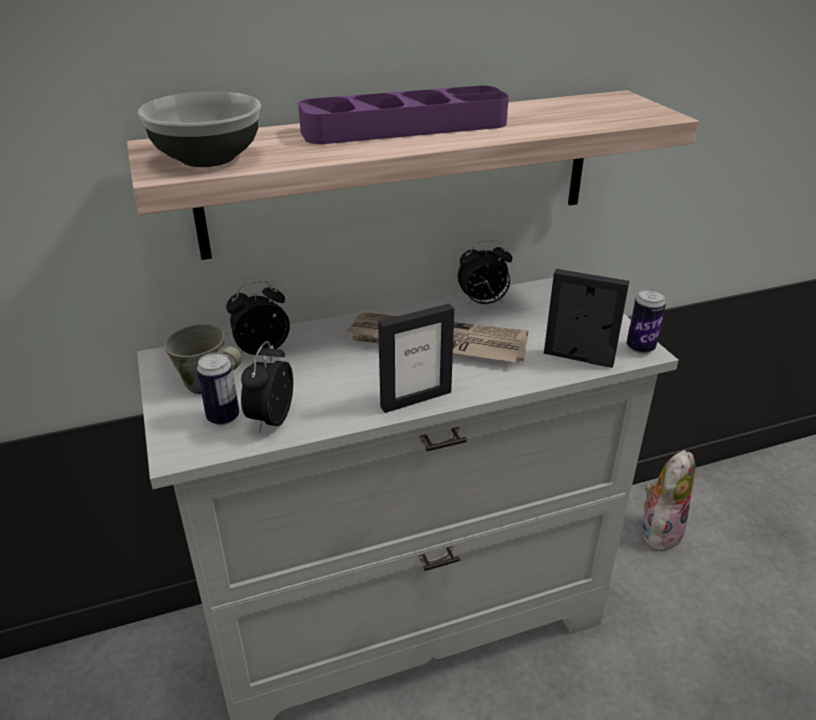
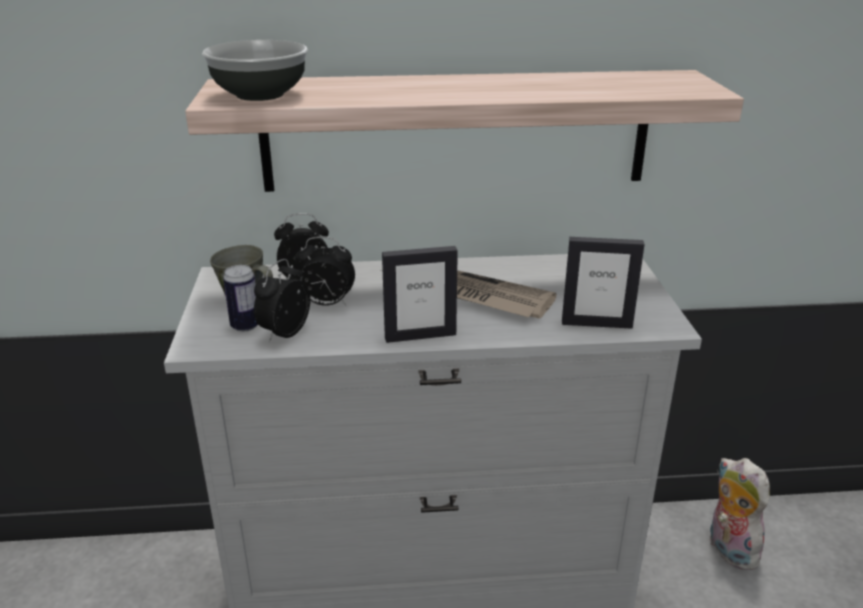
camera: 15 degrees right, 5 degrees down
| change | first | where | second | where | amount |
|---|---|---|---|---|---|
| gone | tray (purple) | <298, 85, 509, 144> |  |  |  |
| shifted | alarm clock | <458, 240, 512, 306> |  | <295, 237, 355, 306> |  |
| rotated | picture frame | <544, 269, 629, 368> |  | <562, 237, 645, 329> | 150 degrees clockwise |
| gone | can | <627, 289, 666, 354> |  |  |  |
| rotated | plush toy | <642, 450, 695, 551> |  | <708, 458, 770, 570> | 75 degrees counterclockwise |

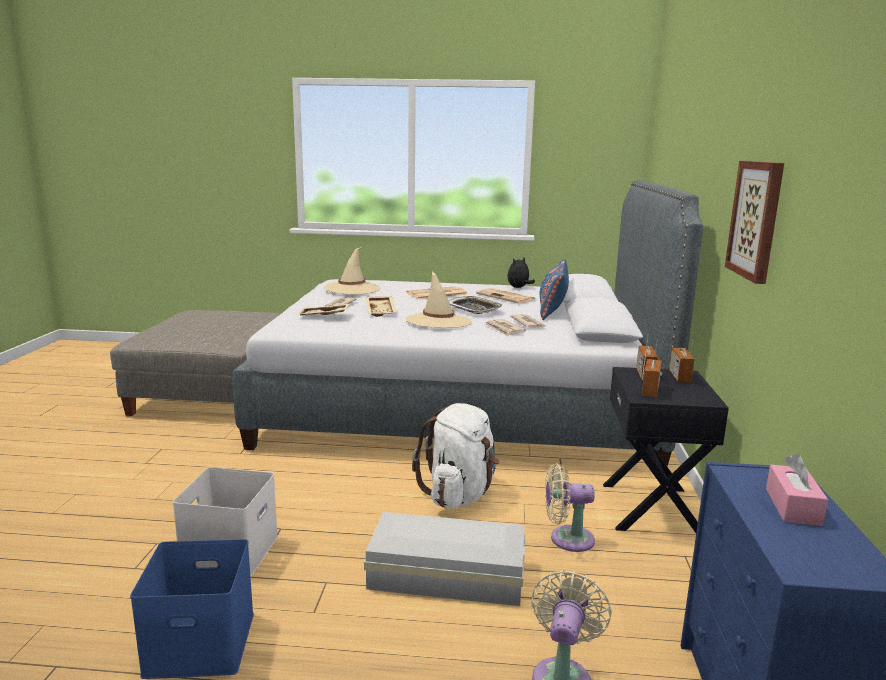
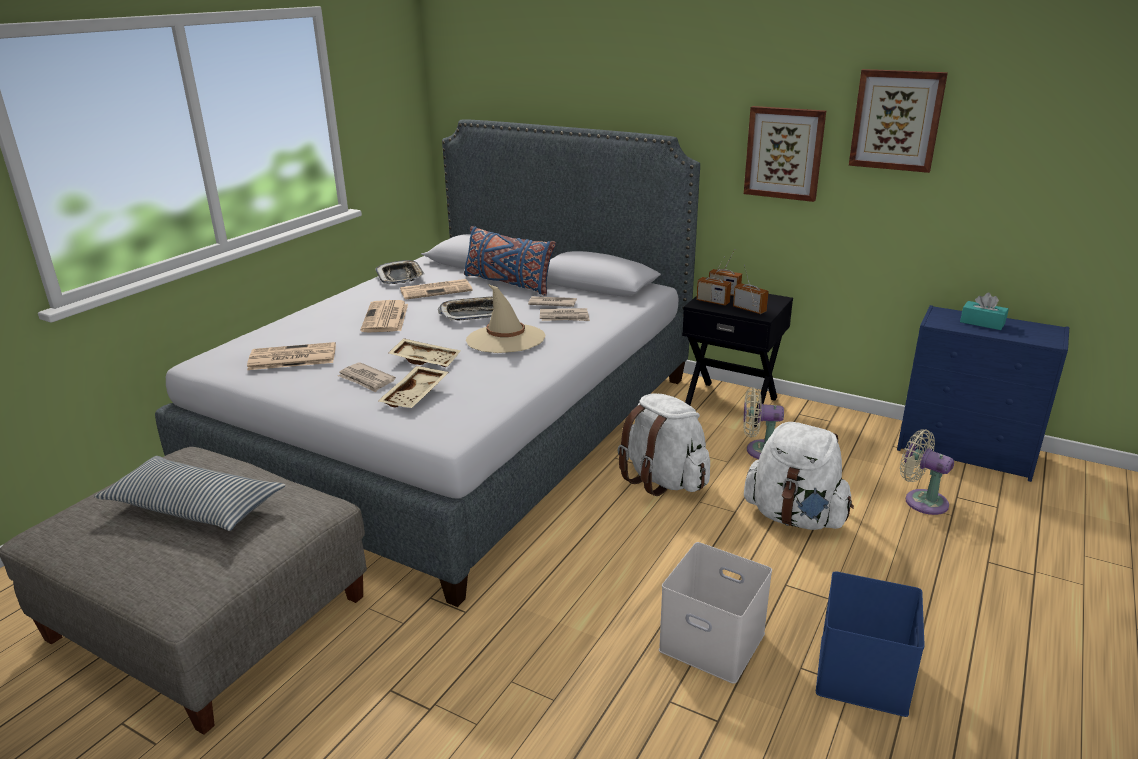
camera: 65 degrees left, 10 degrees up
| change | first | where | second | where | amount |
|---|---|---|---|---|---|
| swapped | hat (beige) | <324, 247, 380, 295> | newspaper | <247, 342, 336, 370> |  |
| swapped | storage box (white) | <364, 512, 525, 606> | backpack (white) | <744, 422, 854, 530> |  |
| swapped | plush toy | <507, 257, 535, 288> | tray | <376, 260, 424, 284> |  |
| rotated | fan (beige) | <545, 464, 595, 552> |  | <743, 388, 784, 459> | 75 degrees clockwise |
| repainted | tissue box (pink) | <766, 454, 828, 526> | tissue box (turquoise) | <960, 293, 1009, 330> |  |
| new |  |  | pillow | <94, 456, 286, 531> |  |
| new |  |  | picture | <849, 69, 948, 173> |  |

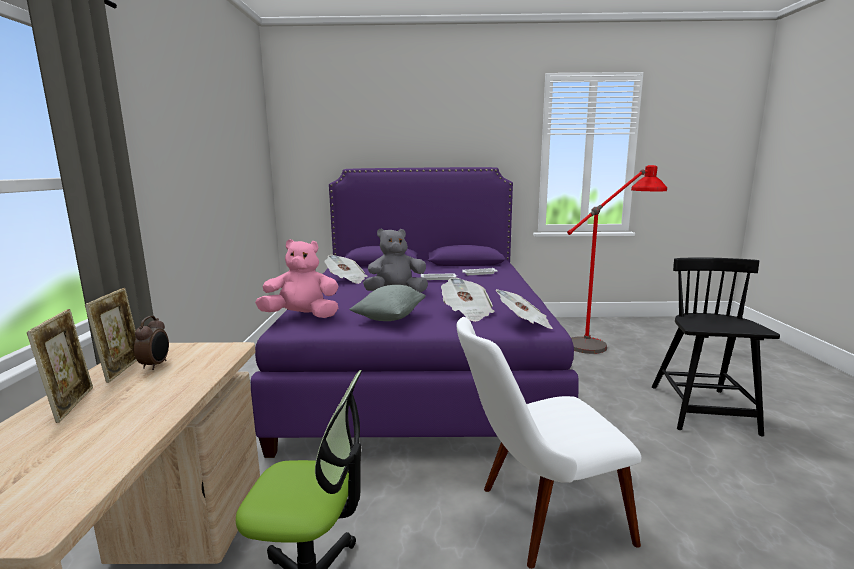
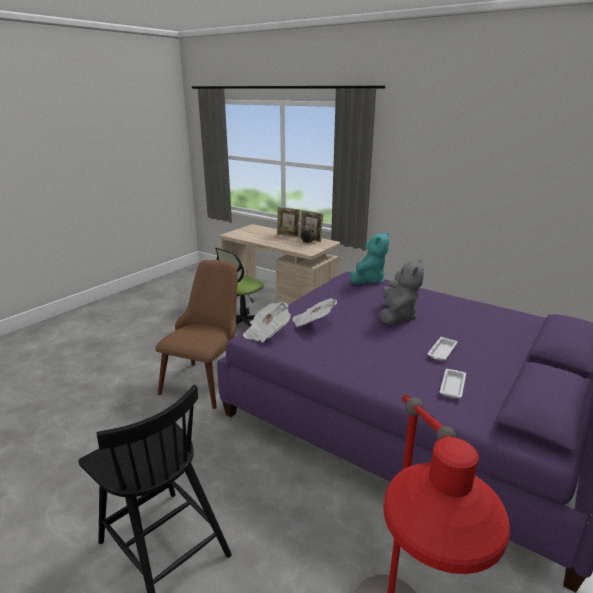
camera: 125 degrees right, 10 degrees up
| change | first | where | second | where | amount |
|---|---|---|---|---|---|
| repainted | plush toy (pink) | <255, 239, 338, 318> | plush toy (turquoise) | <350, 232, 389, 285> |  |
| gone | newspaper | <324, 255, 367, 284> |  |  |  |
| gone | pillow (grey) | <349, 285, 426, 321> |  |  |  |
| repainted | chair (white) | <457, 317, 641, 569> | chair (brown) | <155, 260, 238, 409> |  |

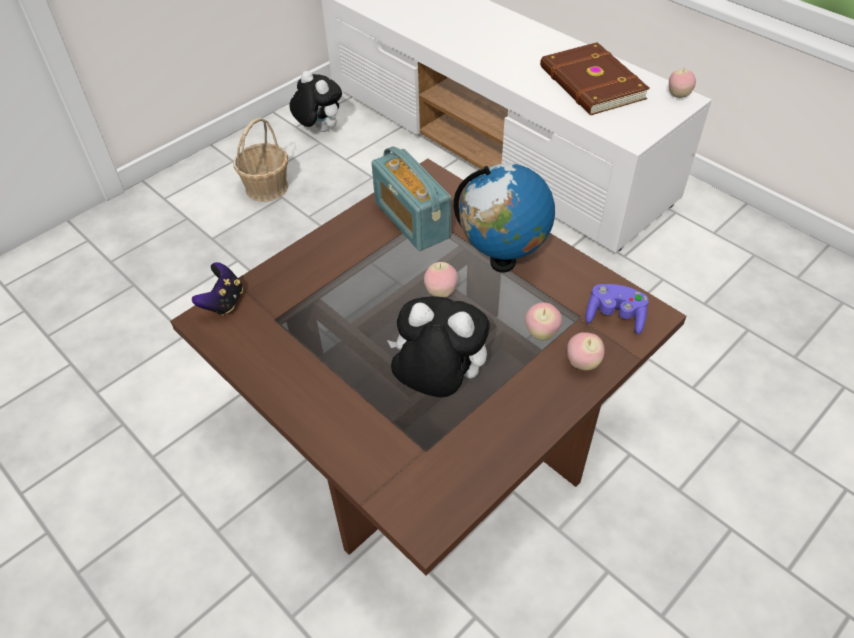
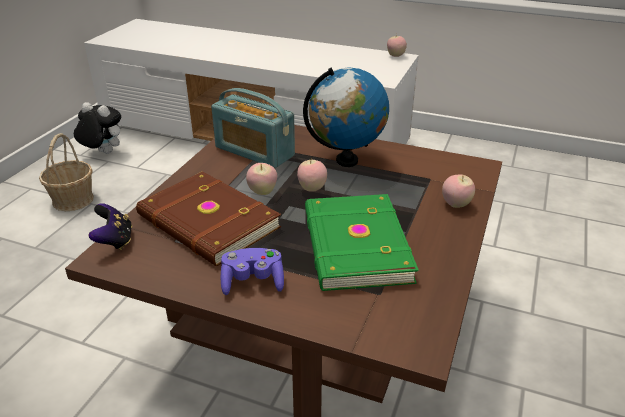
camera: 25 degrees left, 15 degrees down
| change | first | where | second | where | amount |
|---|---|---|---|---|---|
| swapped | plush toy | <387, 296, 490, 397> | book (green) | <305, 194, 419, 291> |  |
| shifted | apple | <525, 302, 562, 340> |  | <246, 163, 277, 195> |  |
| shifted | book (brown) | <540, 42, 650, 115> |  | <136, 171, 281, 266> |  |
| shifted | game controller (purple) | <586, 284, 649, 334> |  | <221, 248, 284, 295> |  |

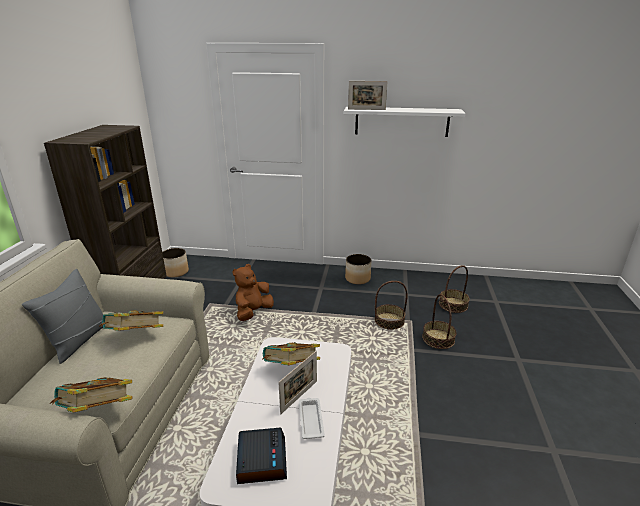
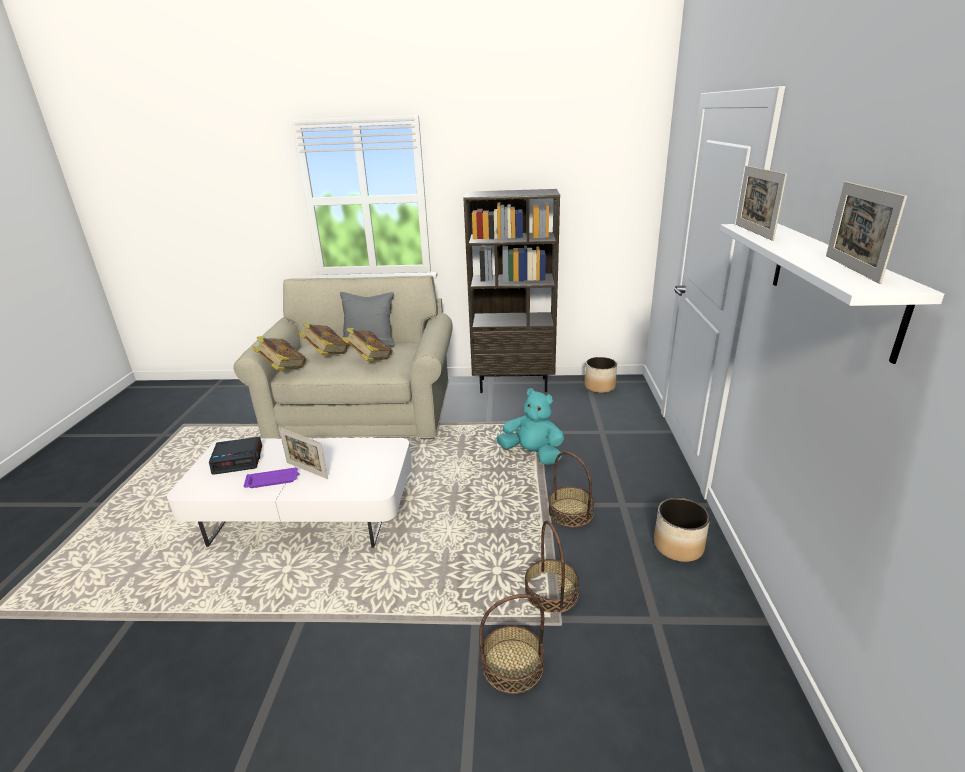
camera: 85 degrees right, 0 degrees up
| change | first | where | second | where | amount |
|---|---|---|---|---|---|
| repainted | plush toy (brown) | <233, 264, 274, 321> | plush toy (turquoise) | <496, 388, 564, 465> |  |
| shifted | book | <263, 342, 320, 365> |  | <299, 323, 349, 355> |  |
| repainted | tray (white) | <299, 398, 325, 439> | tray (purple) | <244, 467, 300, 488> |  |
| shifted | basket | <439, 265, 470, 313> |  | <548, 452, 594, 527> |  |
| new |  |  | picture frame | <826, 181, 907, 284> |  |

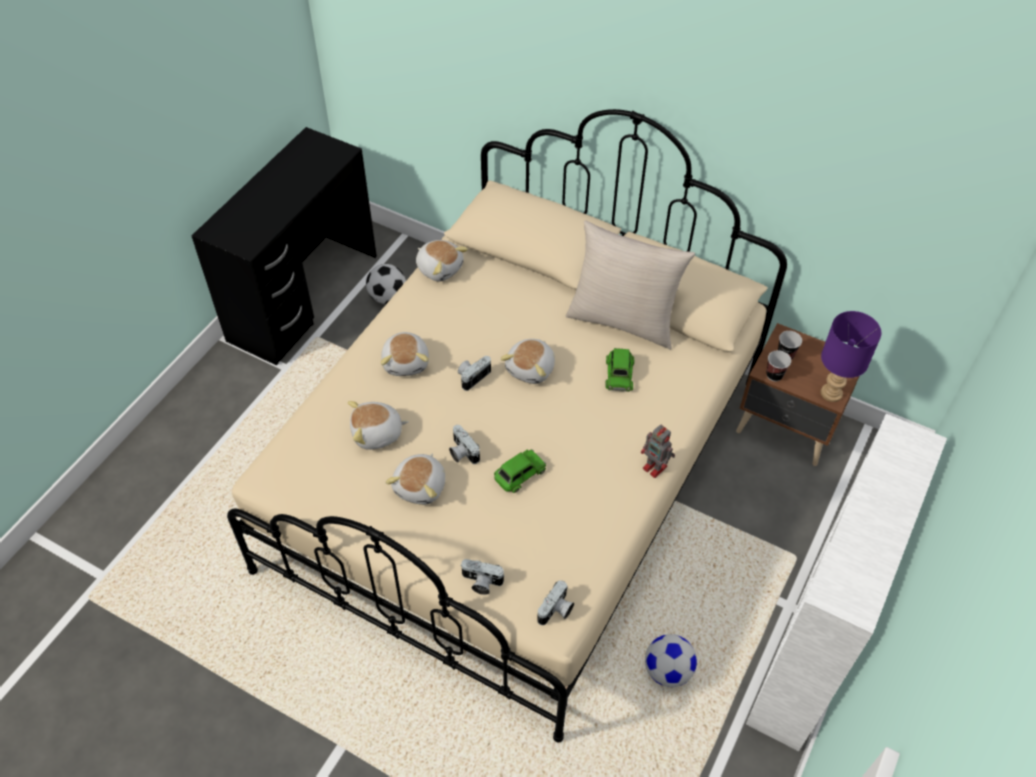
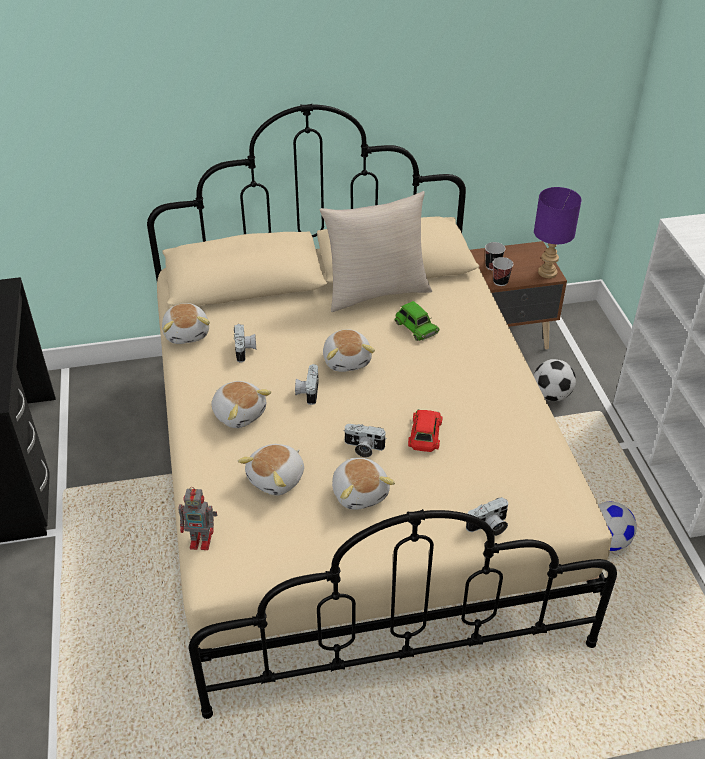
camera: 40 degrees left, 10 degrees down
| change | first | where | second | where | amount |
|---|---|---|---|---|---|
| shifted | football | <366, 264, 406, 304> |  | <534, 359, 576, 401> |  |
| rotated | plush toy | <416, 240, 468, 282> |  | <162, 303, 210, 344> | 75 degrees clockwise |
| repainted | toy car (green) | <494, 449, 546, 493> | toy car (red) | <408, 409, 443, 452> |  |
| shifted | photo camera | <537, 580, 574, 625> |  | <234, 324, 256, 362> |  |
| shifted | toy robot | <641, 425, 675, 478> |  | <178, 487, 217, 550> |  |

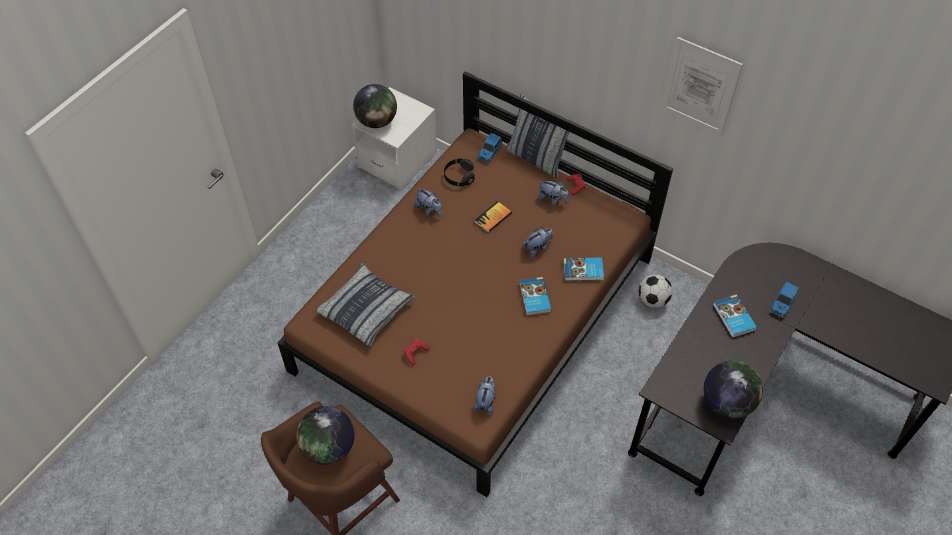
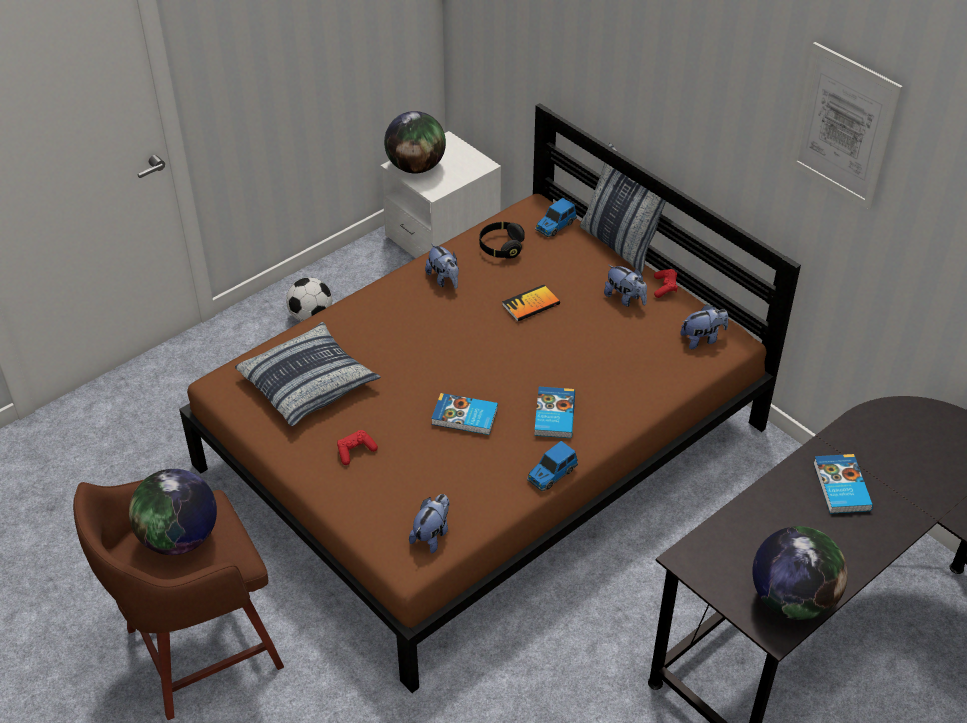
camera: 15 degrees right, 10 degrees down
| change | first | where | second | where | amount |
|---|---|---|---|---|---|
| shifted | plush toy | <523, 227, 553, 258> |  | <680, 305, 728, 349> |  |
| shifted | book | <563, 258, 604, 281> |  | <431, 393, 498, 435> |  |
| shifted | football | <639, 274, 673, 308> |  | <286, 277, 332, 322> |  |
| shifted | toy car | <770, 282, 798, 318> |  | <527, 441, 578, 491> |  |

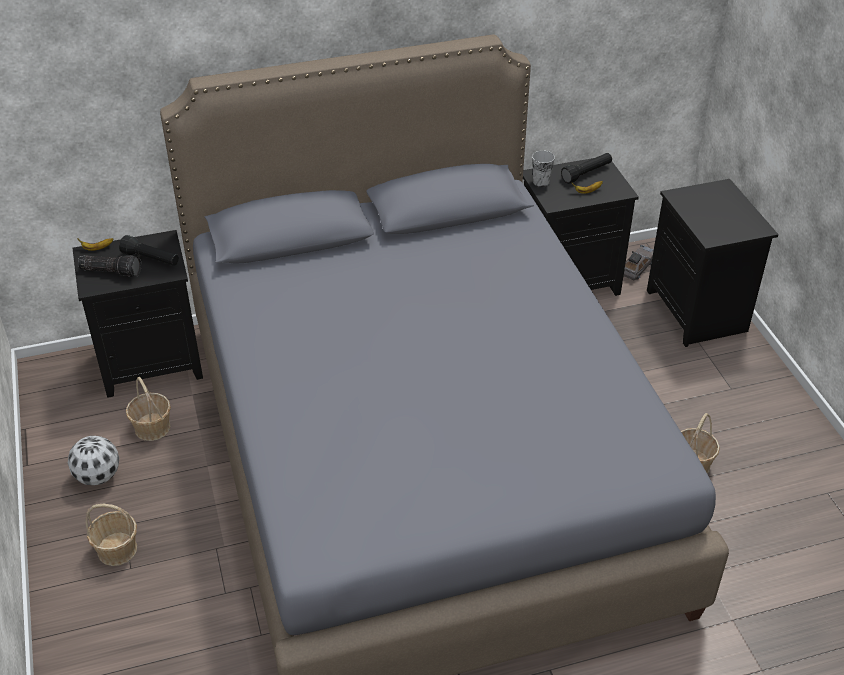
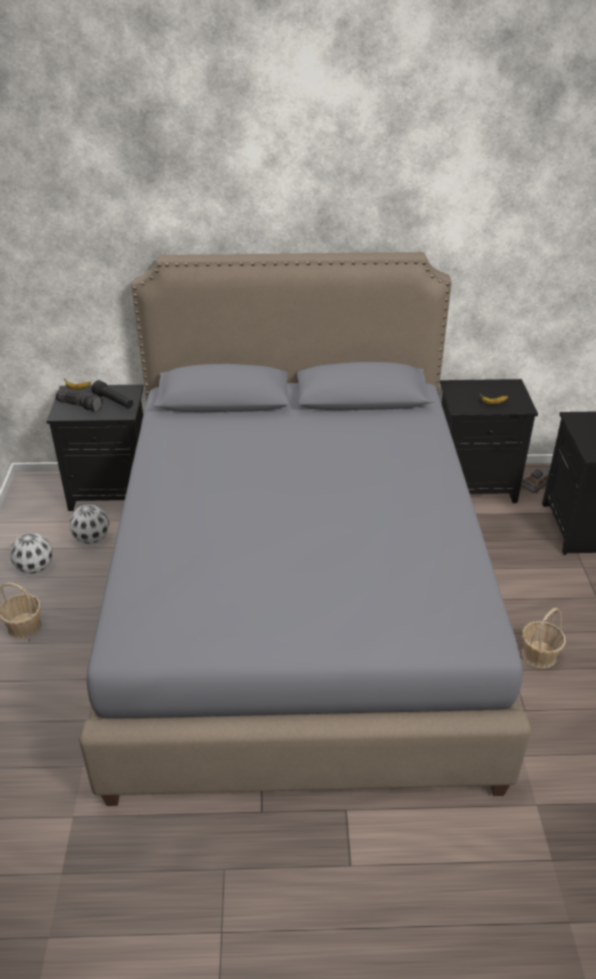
camera: 15 degrees right, 5 degrees down
| change | first | where | second | where | amount |
|---|---|---|---|---|---|
| swapped | basket | <126, 377, 171, 441> | football | <69, 505, 109, 544> |  |
| gone | cup | <532, 150, 555, 187> |  |  |  |
| gone | flashlight (black) | <561, 153, 612, 184> |  |  |  |

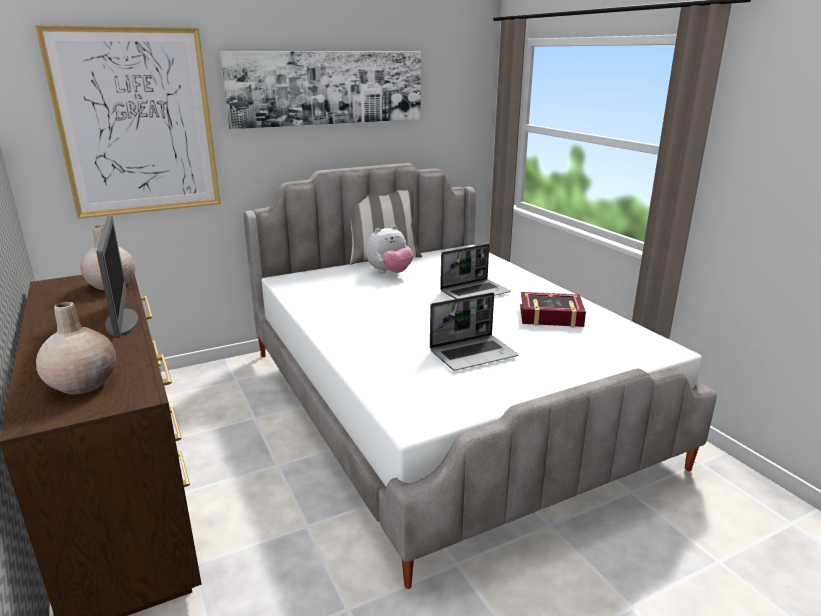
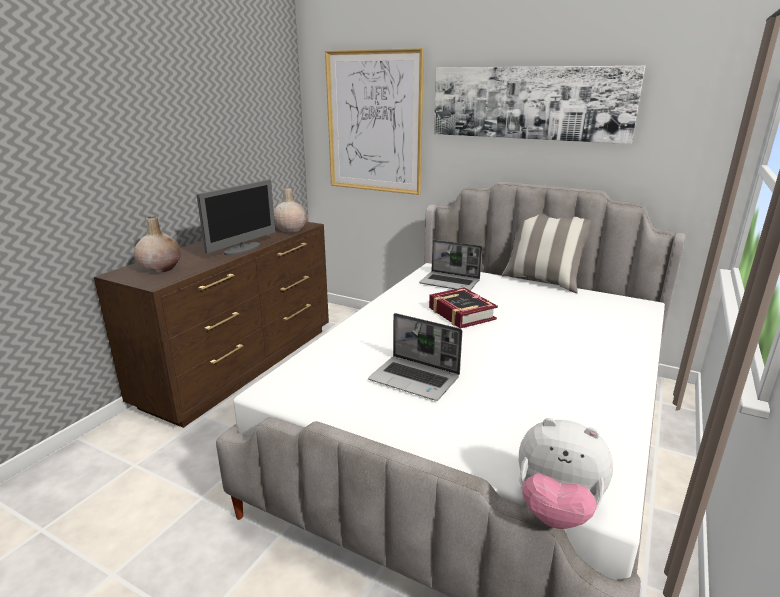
camera: 55 degrees right, 0 degrees up
| change | first | where | second | where | amount |
|---|---|---|---|---|---|
| shifted | plush toy | <366, 225, 413, 273> |  | <519, 418, 613, 529> |  |
| shifted | laptop | <440, 244, 511, 299> |  | <419, 240, 482, 290> |  |
| shifted | book | <520, 292, 586, 328> |  | <429, 287, 498, 329> |  |

